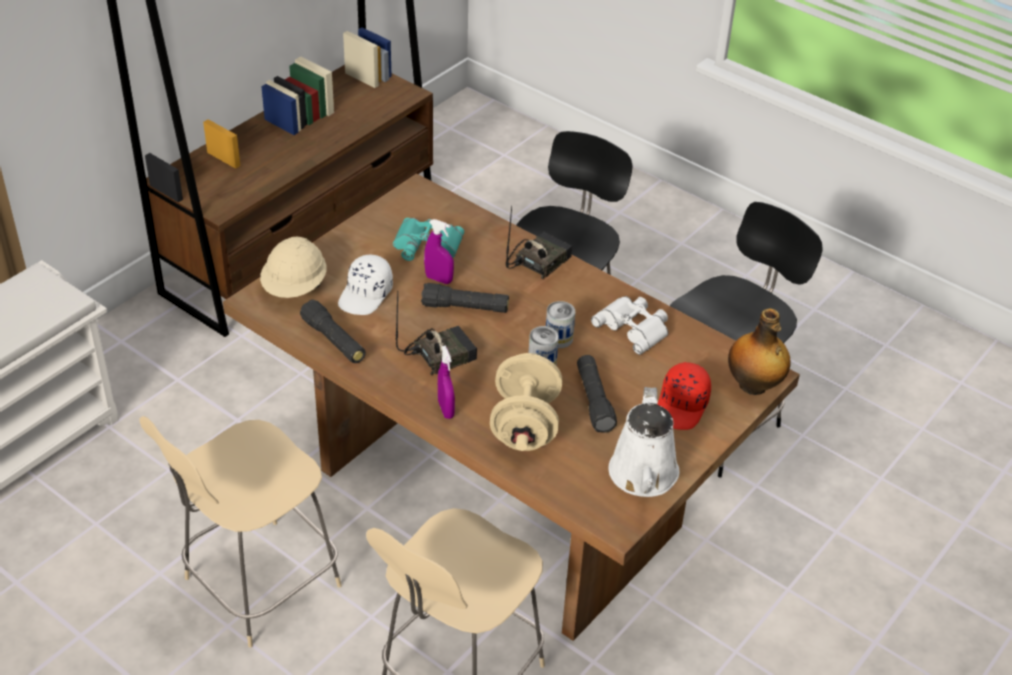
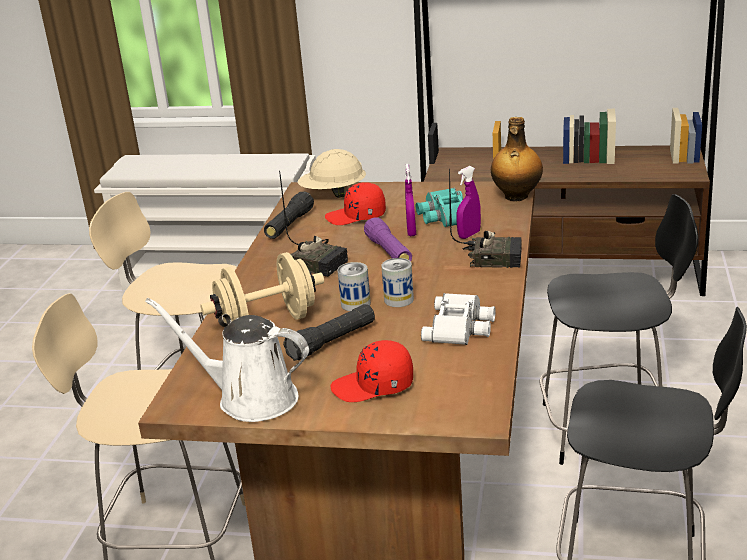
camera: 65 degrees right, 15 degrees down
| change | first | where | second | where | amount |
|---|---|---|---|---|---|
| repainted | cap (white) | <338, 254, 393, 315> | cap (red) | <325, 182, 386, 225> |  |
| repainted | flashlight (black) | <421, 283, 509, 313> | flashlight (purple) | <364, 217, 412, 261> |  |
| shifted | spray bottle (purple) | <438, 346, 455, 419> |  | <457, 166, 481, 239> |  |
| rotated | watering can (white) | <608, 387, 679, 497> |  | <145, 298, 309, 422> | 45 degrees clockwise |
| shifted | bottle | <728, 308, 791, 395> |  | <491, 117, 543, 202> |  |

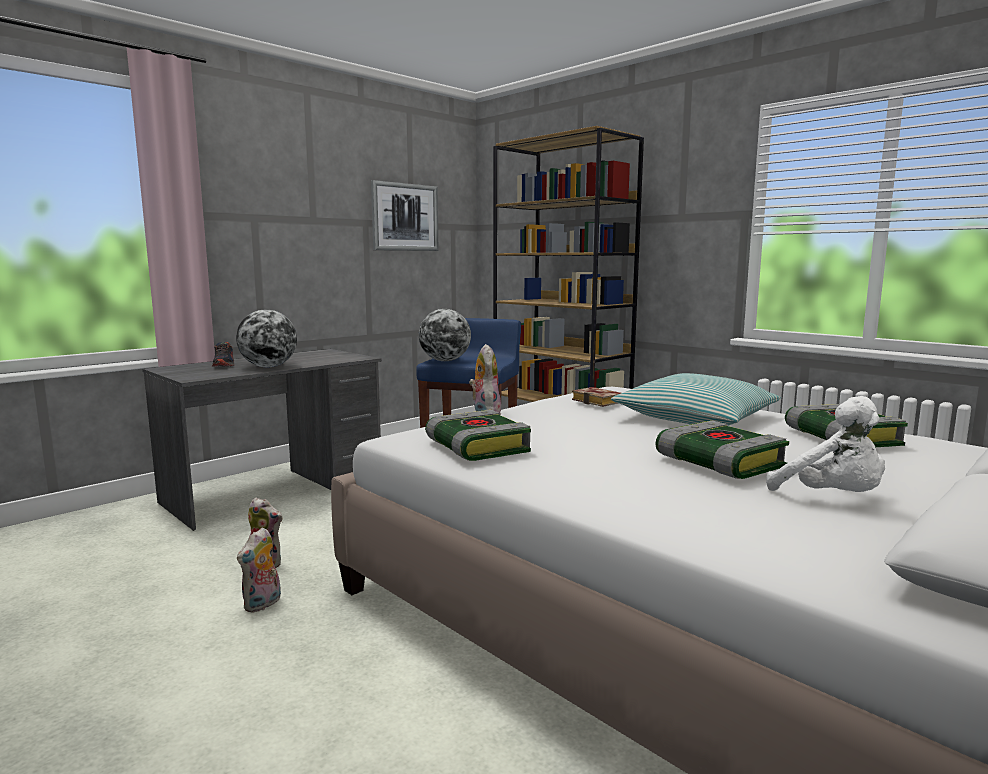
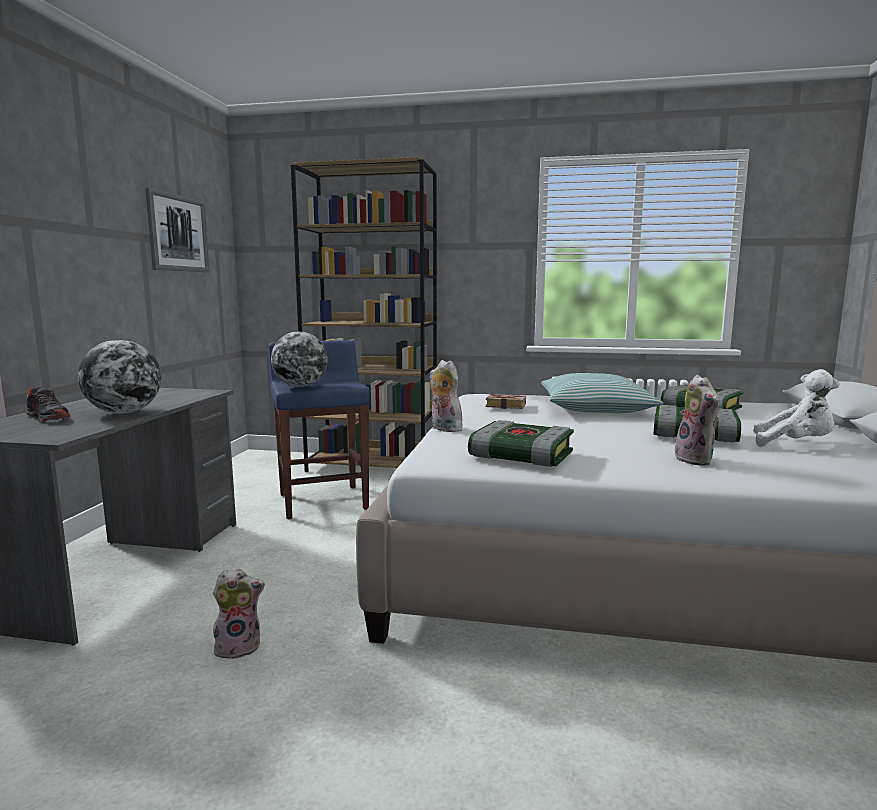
camera: 35 degrees left, 0 degrees up
| change | first | where | second | where | amount |
|---|---|---|---|---|---|
| shifted | plush toy | <237, 527, 281, 613> |  | <675, 375, 719, 466> |  |

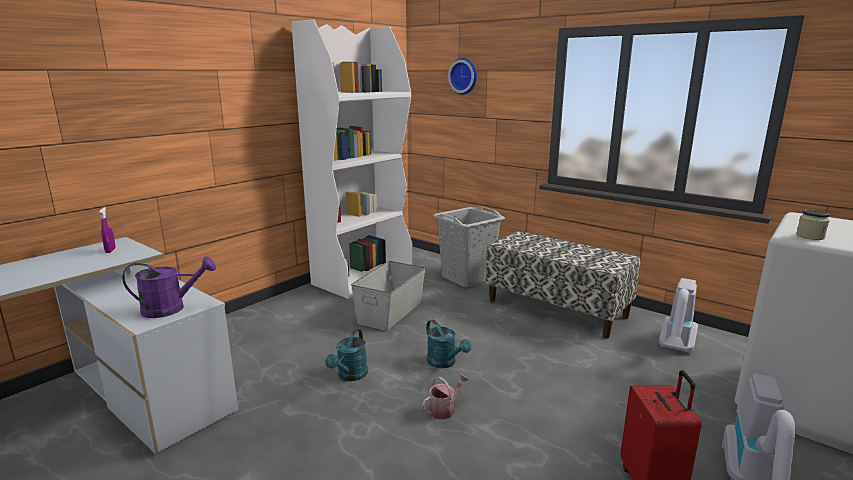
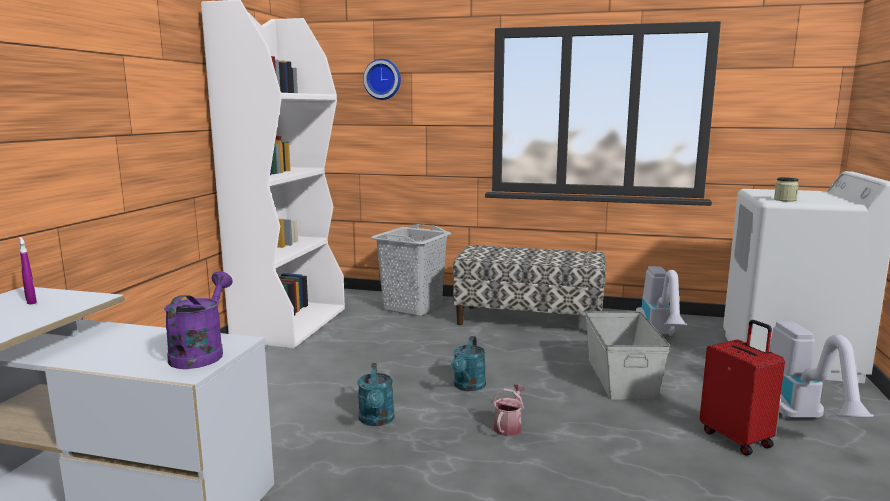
camera: 25 degrees left, 5 degrees down
| change | first | where | second | where | amount |
|---|---|---|---|---|---|
| rotated | watering can (purple) | <122, 256, 216, 318> |  | <164, 271, 233, 369> | 45 degrees counterclockwise |
| shifted | storage box (grey) | <351, 261, 426, 331> |  | <585, 311, 670, 400> |  |
| rotated | watering can (turquoise) | <426, 320, 471, 368> |  | <452, 336, 486, 391> | 75 degrees clockwise |

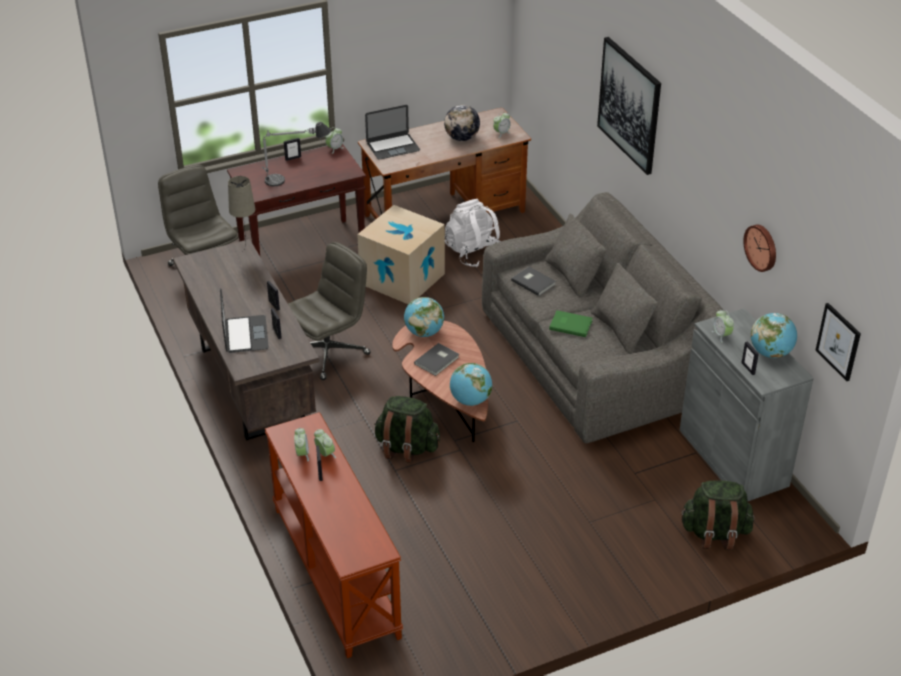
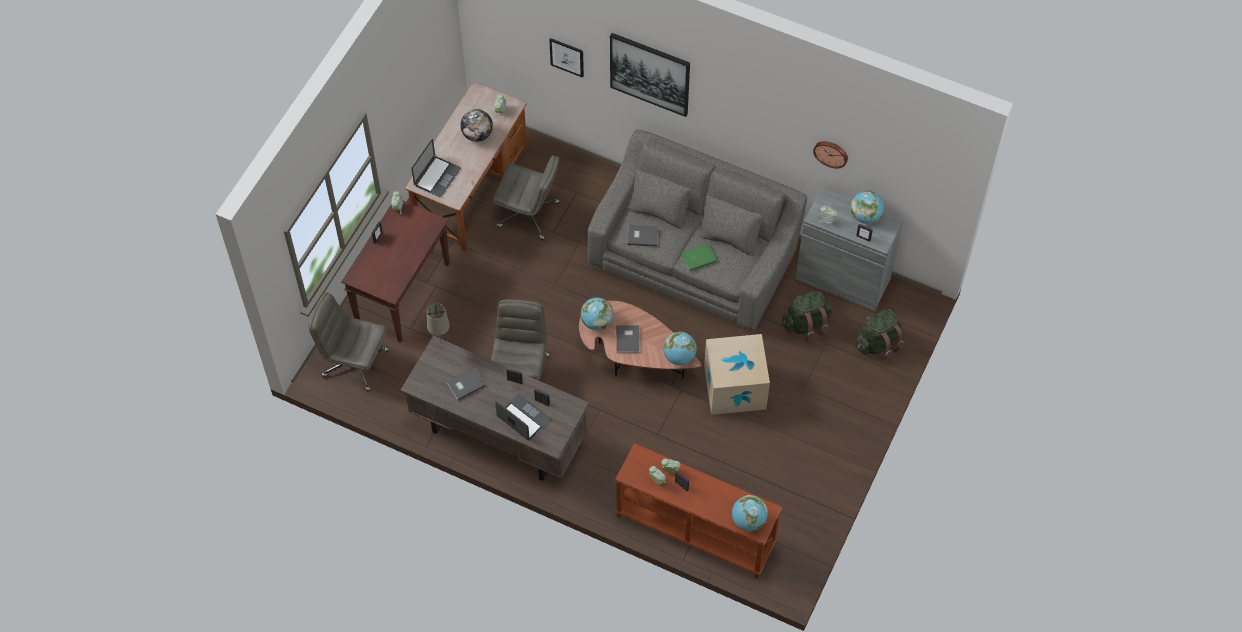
camera: 40 degrees left, 20 degrees up
| change | first | where | second | where | amount |
|---|---|---|---|---|---|
| gone | table lamp | <262, 122, 331, 186> |  |  |  |
| shifted | cardboard box | <357, 205, 445, 304> |  | <704, 334, 770, 415> |  |
| shifted | backpack (green) | <374, 396, 440, 463> |  | <782, 291, 832, 341> |  |
| swapped | backpack (white) | <445, 199, 500, 267> | office chair (grey) | <493, 156, 560, 240> |  |
| shifted | picture | <816, 303, 861, 381> |  | <549, 38, 584, 78> |  |
| new |  |  | book (grey) | <447, 368, 485, 400> |  |
| new |  |  | globe | <732, 495, 768, 531> |  |

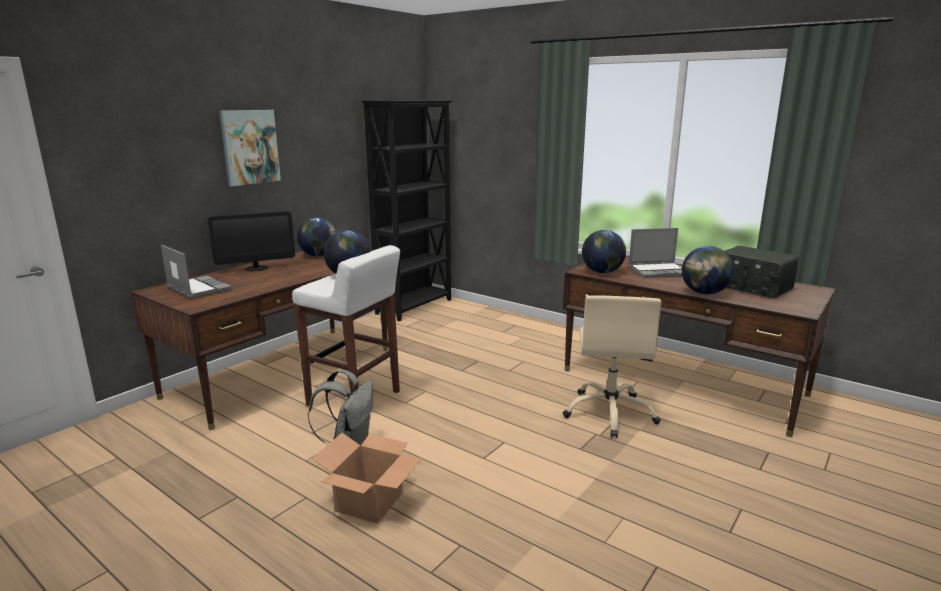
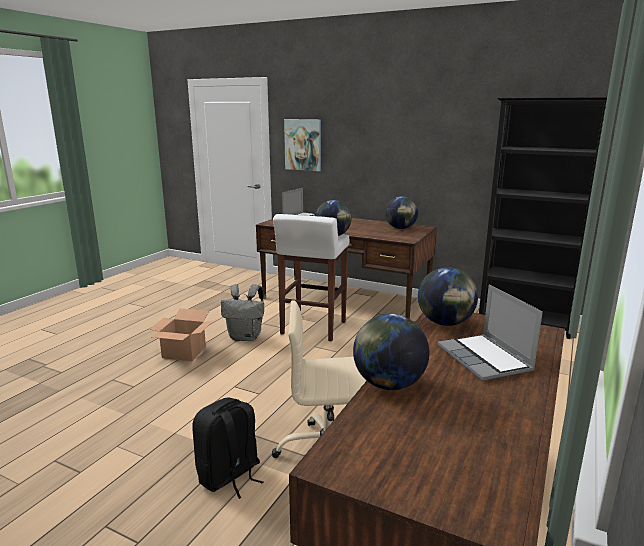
camera: 80 degrees right, 0 degrees up
| change | first | where | second | where | amount |
|---|---|---|---|---|---|
| gone | monitor | <208, 211, 295, 272> |  |  |  |
| shifted | picture | <219, 110, 281, 186> |  | <284, 119, 321, 171> |  |
| gone | radio | <725, 246, 799, 299> |  |  |  |
| new |  |  | backpack (black) | <192, 398, 263, 499> |  |

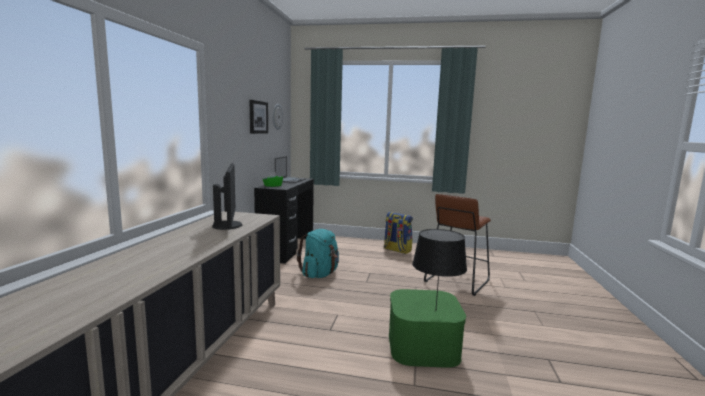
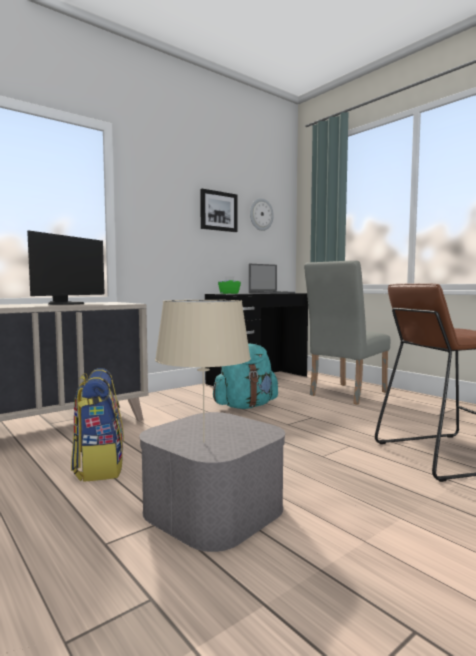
camera: 40 degrees right, 5 degrees down
| change | first | where | second | where | amount |
|---|---|---|---|---|---|
| shifted | backpack | <384, 212, 413, 254> |  | <71, 368, 124, 482> |  |
| repainted | storage box (green) | <389, 289, 466, 368> | storage box (grey) | <139, 412, 285, 552> |  |
| repainted | table lamp (black) | <412, 229, 467, 308> | table lamp (beige) | <155, 300, 251, 442> |  |
| new |  |  | chair (grey) | <304, 260, 390, 405> |  |

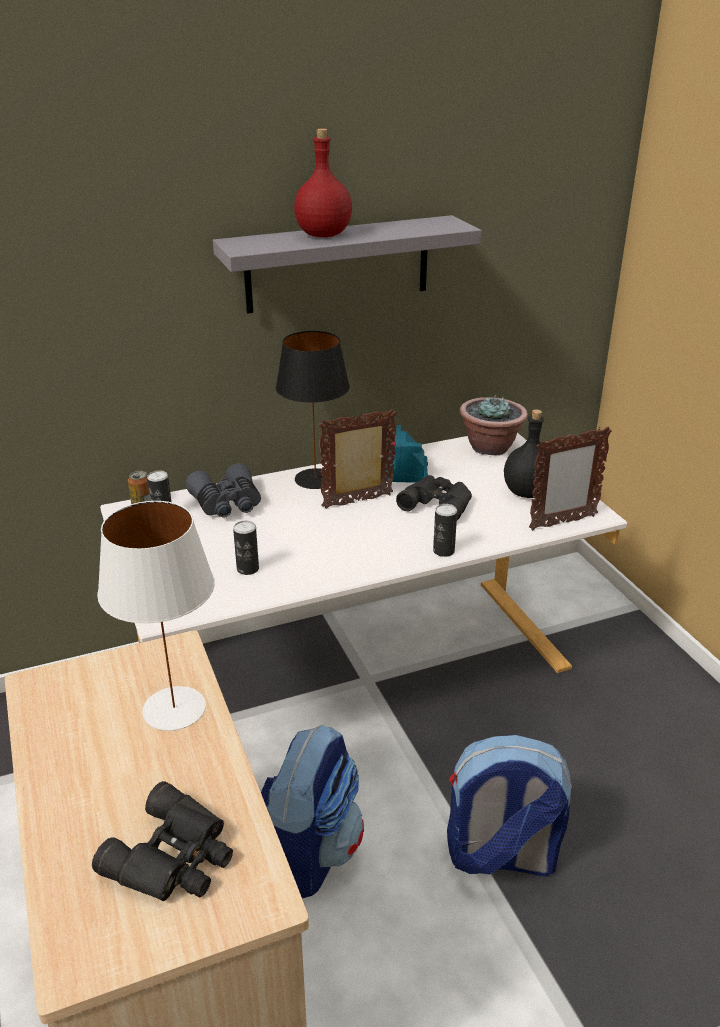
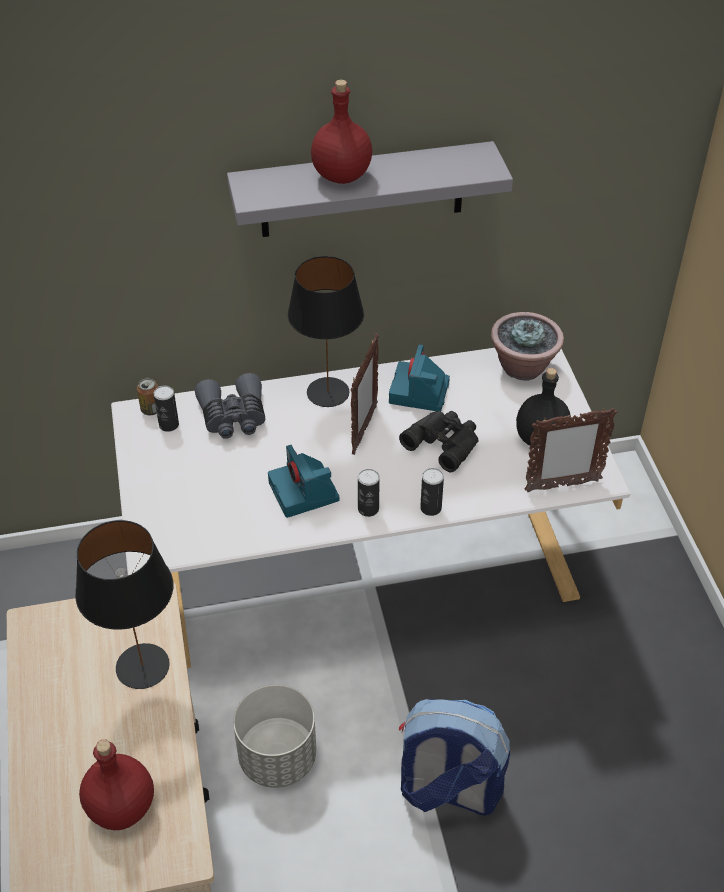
camera: 10 degrees right, 15 degrees up
| change | first | where | second | where | amount |
|---|---|---|---|---|---|
| swapped | binoculars (black) | <92, 781, 233, 901> | bottle (red) | <79, 739, 154, 830> |  |
| repainted | table lamp (white) | <97, 501, 215, 731> | table lamp (black) | <75, 520, 174, 689> |  |
| shifted | can | <233, 521, 259, 575> |  | <358, 469, 380, 517> |  |
| swapped | backpack | <261, 724, 364, 899> | planter (grey) | <233, 684, 316, 788> |  |
| rotated | picture frame | <319, 409, 397, 509> |  | <350, 333, 379, 455> | 120 degrees clockwise |
| new |  |  | photo camera | <268, 445, 339, 518> |  |

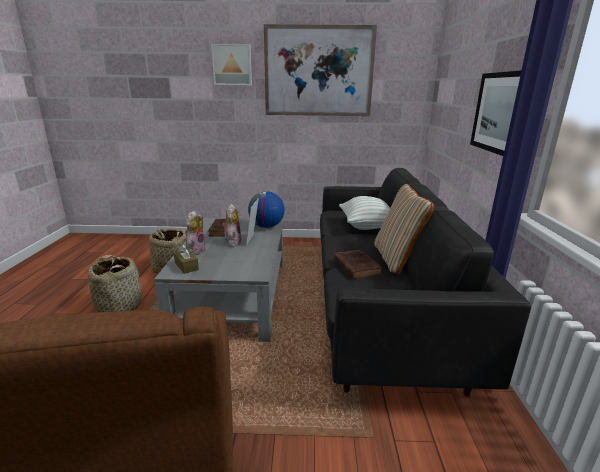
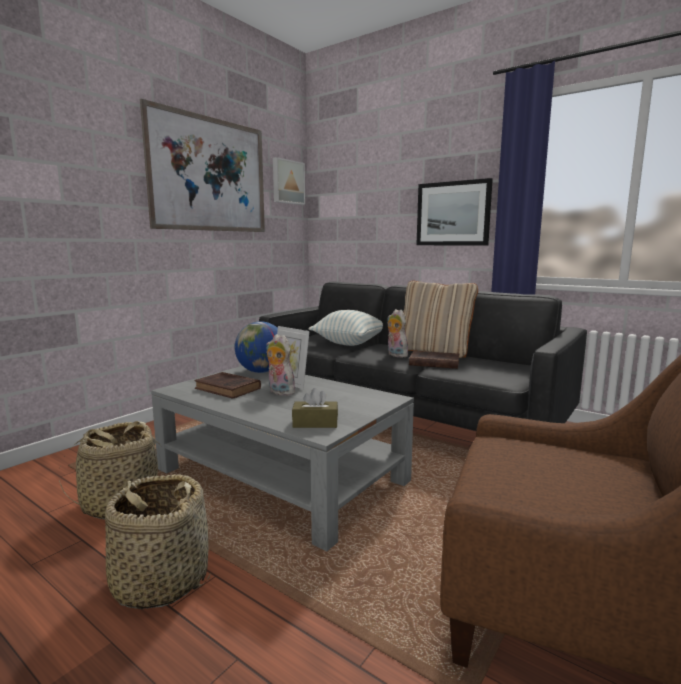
camera: 55 degrees left, 10 degrees down
| change | first | where | second | where | amount |
|---|---|---|---|---|---|
| shifted | plush toy | <185, 211, 206, 255> |  | <387, 309, 408, 357> |  |
| shifted | picture | <211, 44, 252, 85> |  | <273, 157, 305, 205> |  |

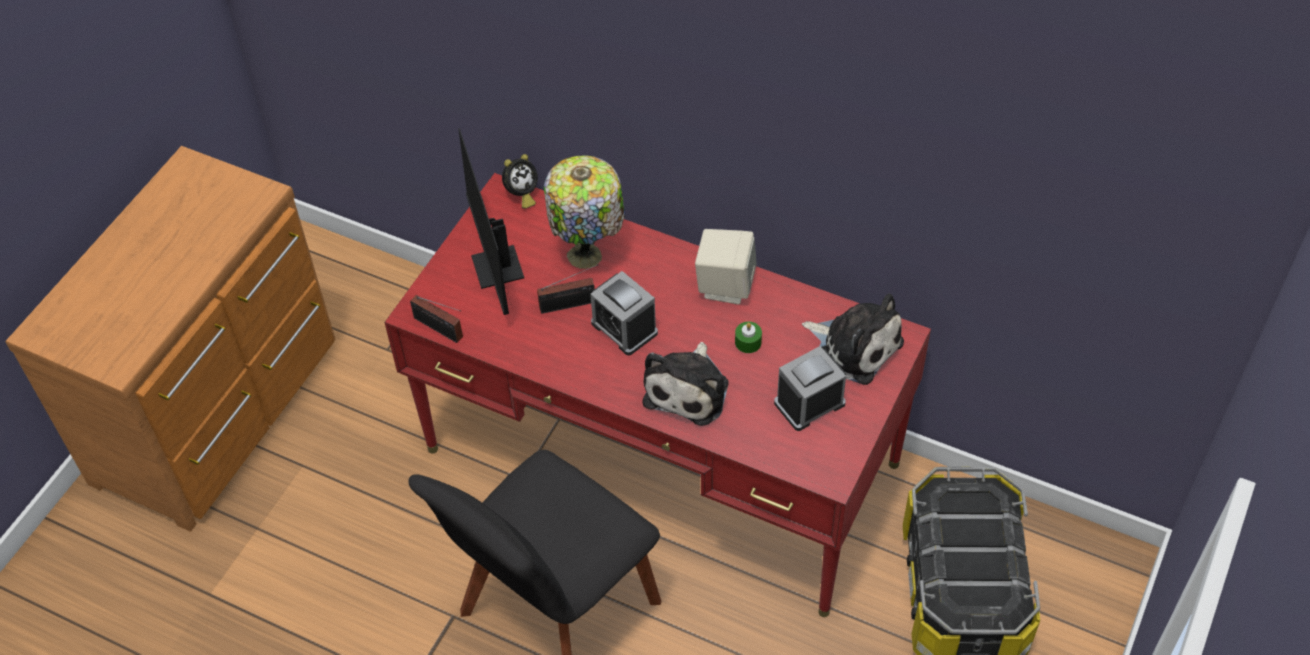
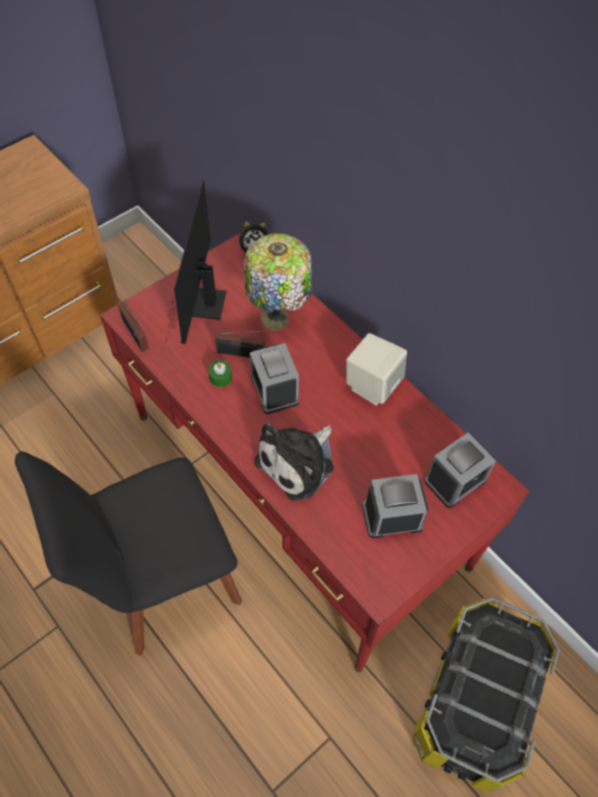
camera: 20 degrees right, 5 degrees up
| change | first | where | second | where | amount |
|---|---|---|---|---|---|
| shifted | candle (green) | <735, 321, 762, 353> |  | <208, 360, 232, 387> |  |
| swapped | plush toy | <802, 294, 904, 385> | alarm clock | <424, 432, 496, 508> |  |

